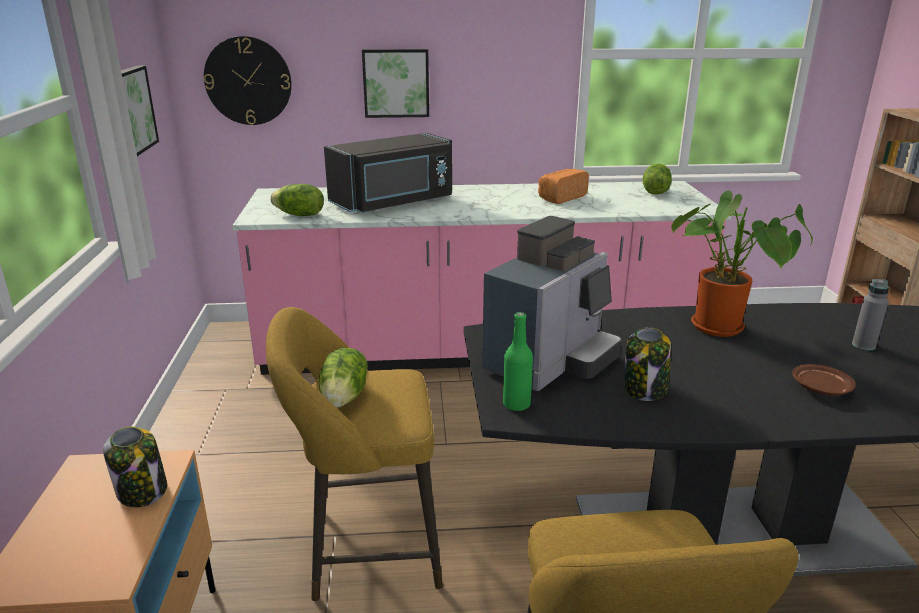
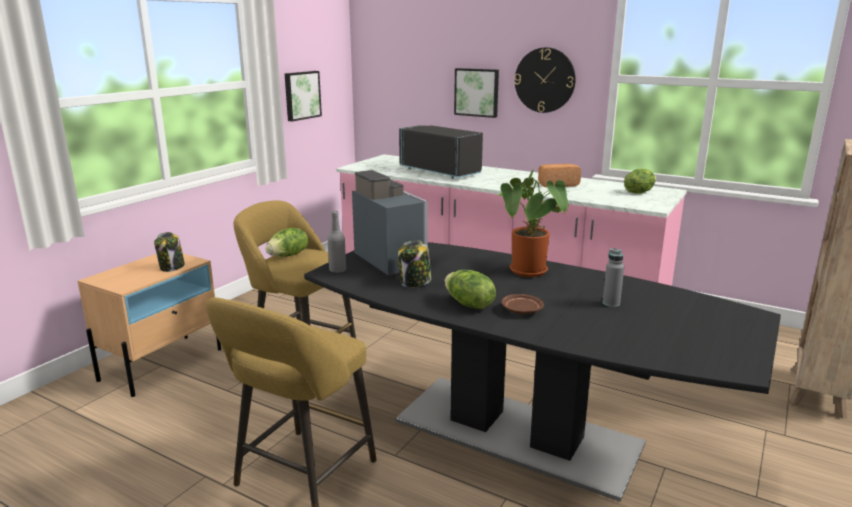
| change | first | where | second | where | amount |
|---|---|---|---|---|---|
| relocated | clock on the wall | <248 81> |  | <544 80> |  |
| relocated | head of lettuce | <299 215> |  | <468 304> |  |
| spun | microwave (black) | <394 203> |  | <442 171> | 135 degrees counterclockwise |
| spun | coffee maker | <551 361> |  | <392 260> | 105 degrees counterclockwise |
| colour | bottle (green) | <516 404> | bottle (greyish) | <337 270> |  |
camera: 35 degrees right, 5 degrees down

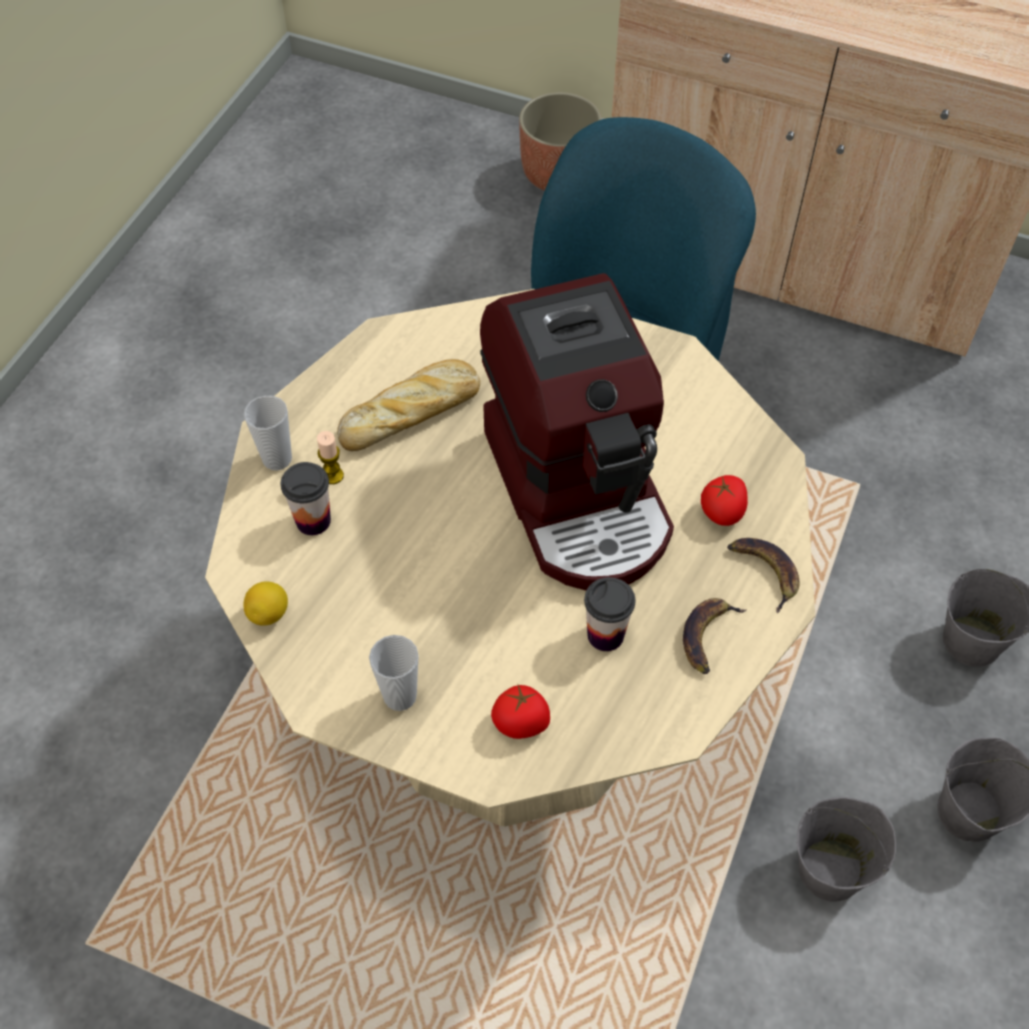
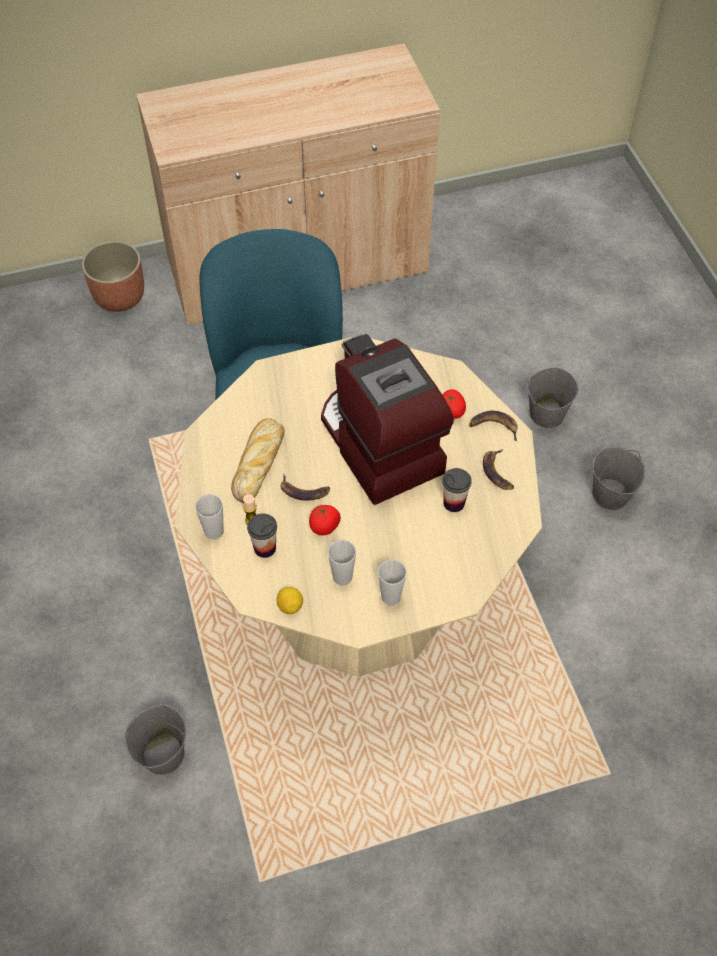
| change | first | where | second | where | amount |
|---|---|---|---|---|---|
| spun | coffee maker | <580 491> |  | <378 445> | 150 degrees counterclockwise |
| relocated | tomato | <521 722> |  | <325 526> |  |
| relocated | water bucket (greyish) | <830 869> |  | <163 754> |  |
| appeared |  |  | banana fruit | <304 491> |  |
| appeared |  |  | small cup | <342 577> |  |
camera: 40 degrees left, 0 degrees up

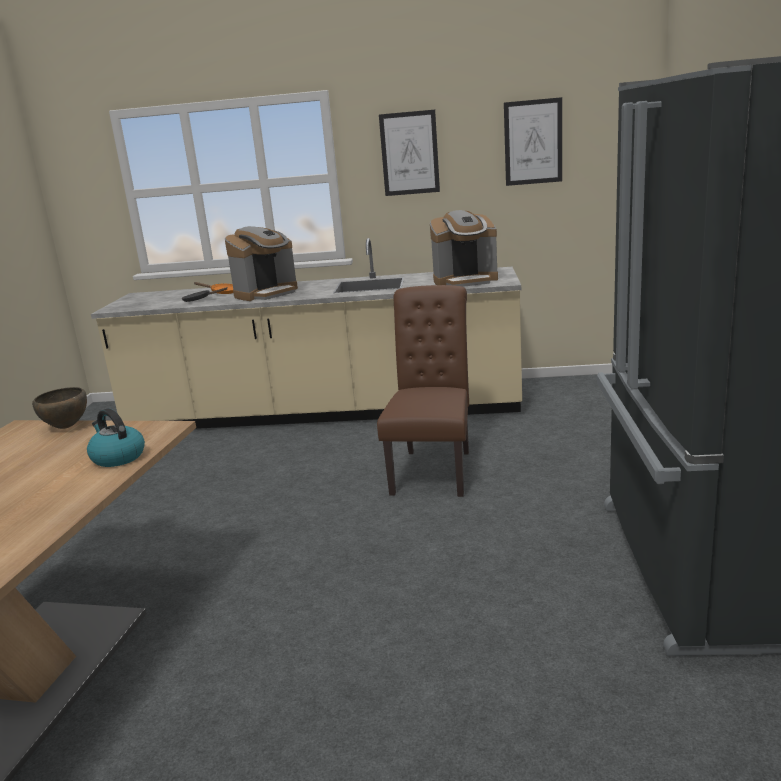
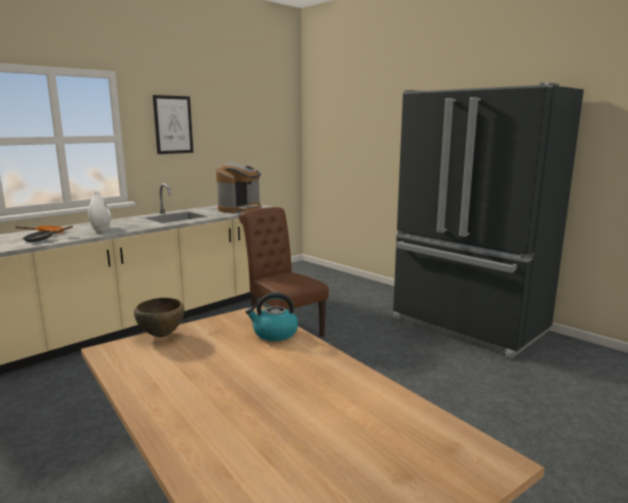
| change | first | where | second | where | amount |
|---|---|---|---|---|---|
| exchanged | coffee maker | <266 293> | flower vase (white-coloured) | <101 229> |  |
| missing | wall picture | <533 142> |  |  |  |
camera: 50 degrees left, 5 degrees down

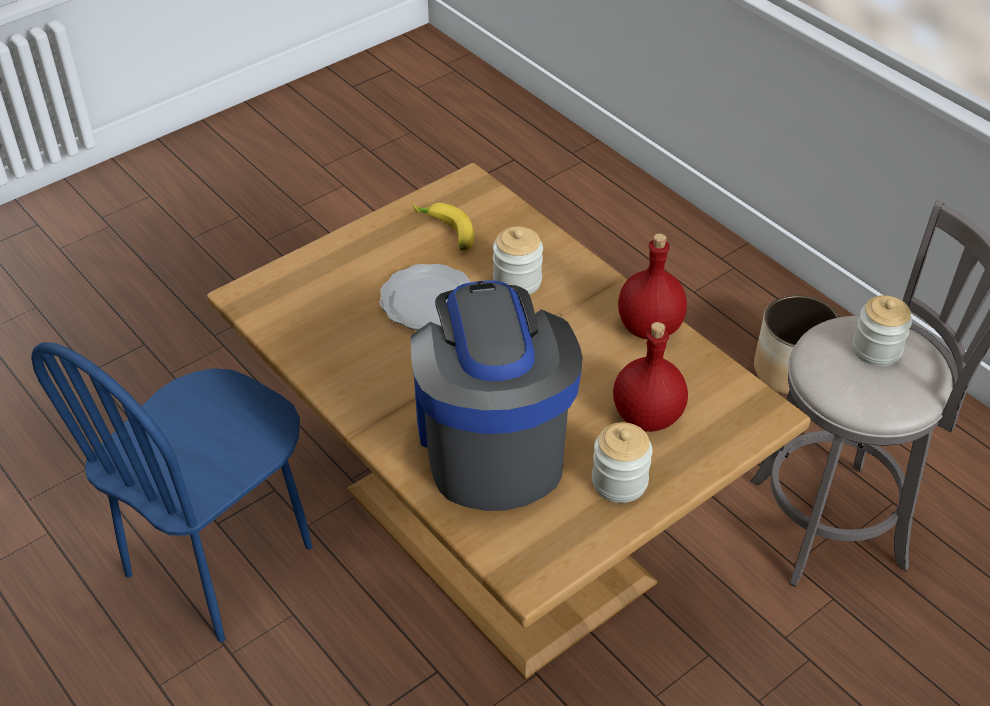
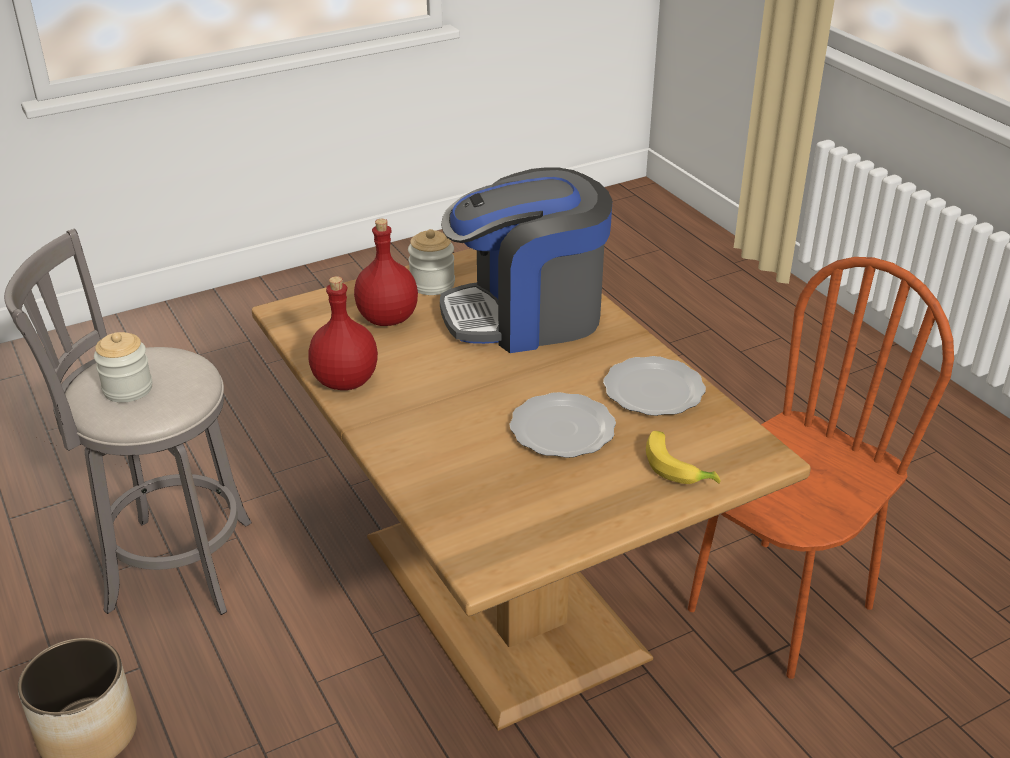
| change | first | where | second | where | amount |
|---|---|---|---|---|---|
| colour | plain chair (blue-coloured) | <220 561> | plain chair (brown) | <778 607> |  |
| spun | coffee maker | <491 442> |  | <526 316> | 75 degrees clockwise |
| relocated | banana fruit | <445 233> |  | <679 467> |  |
| missing | preserve jar | <517 281> |  |  |  |
| appeared |  |  | plate | <652 391> |  |
camera: 170 degrees left, 10 degrees down

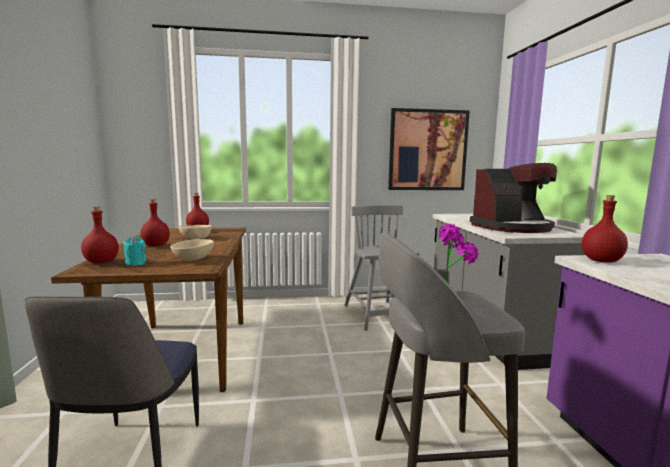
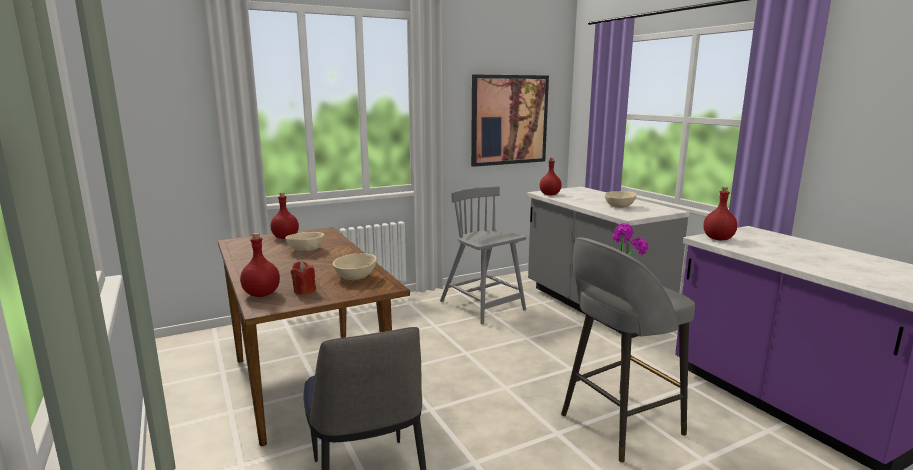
| change | first | where | second | where | amount |
|---|---|---|---|---|---|
| colour | candle (turquoise-coloured) | <135 263> | candle (reddish) | <304 291> |  |
| relocated | bottle (reddish) | <156 245> |  | <549 194> |  |
| exchanged | coffee maker | <512 228> | deep dish (sand-coloured) | <619 206> |  |
camera: 20 degrees left, 5 degrees up

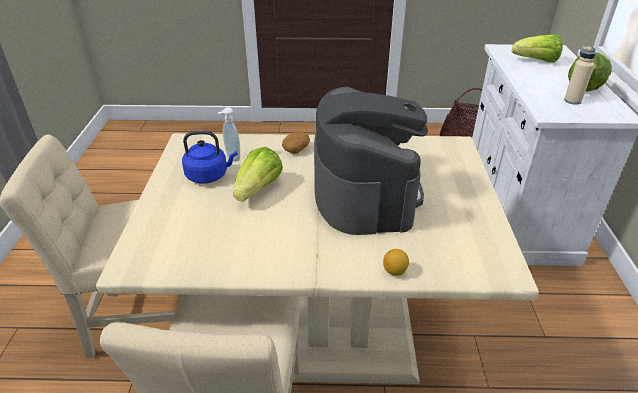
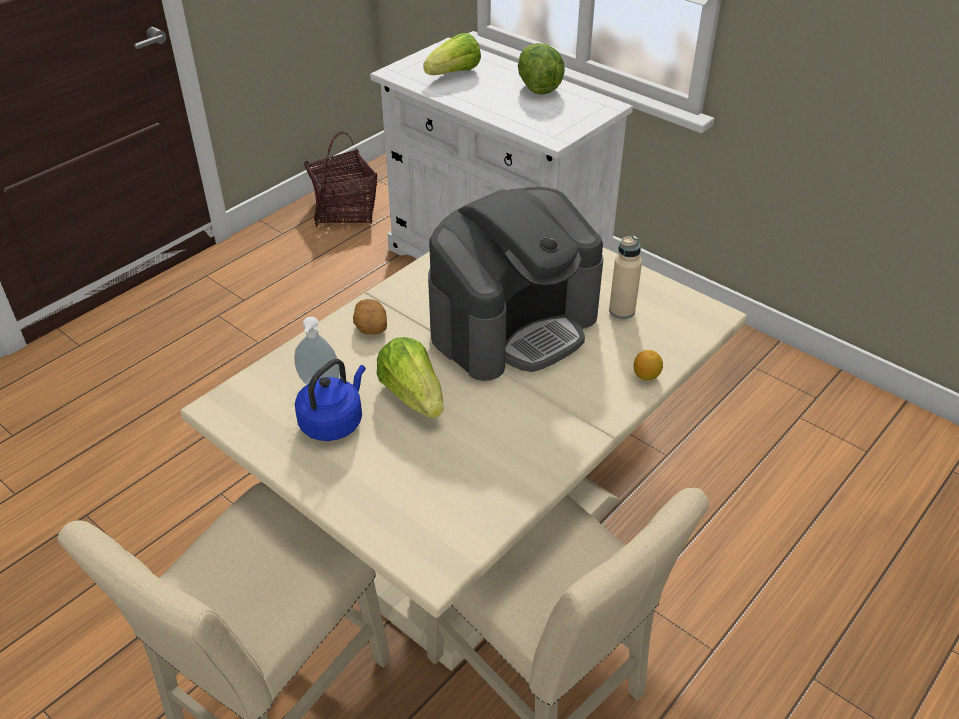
| change | first | where | second | where | amount |
|---|---|---|---|---|---|
| spun | coffee maker | <365 193> |  | <513 325> | 105 degrees clockwise |
| relocated | bottle (sand-coloured) | <572 101> |  | <622 311> |  |
camera: 50 degrees left, 5 degrees up

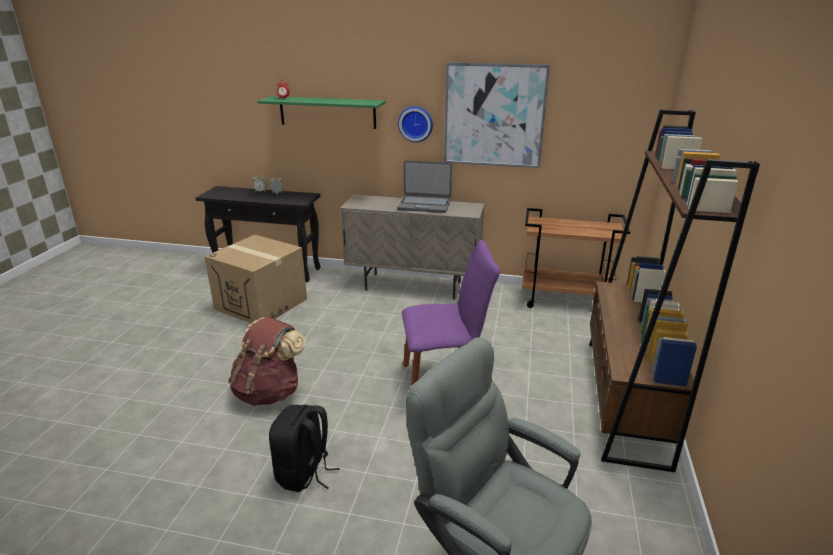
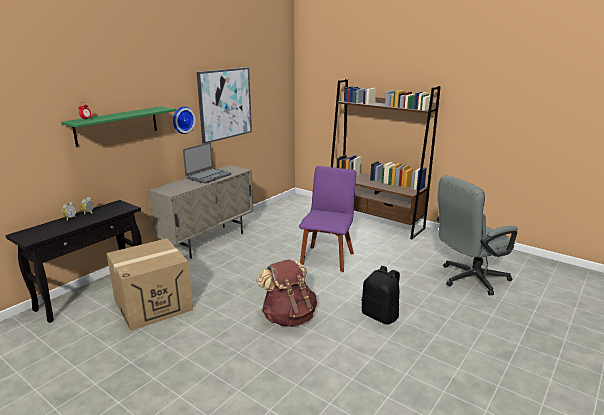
| change | first | where | second | where | amount |
|---|---|---|---|---|---|
| missing | trolley (brown) | <565 300> |  |  |  |
camera: 65 degrees left, 5 degrees down

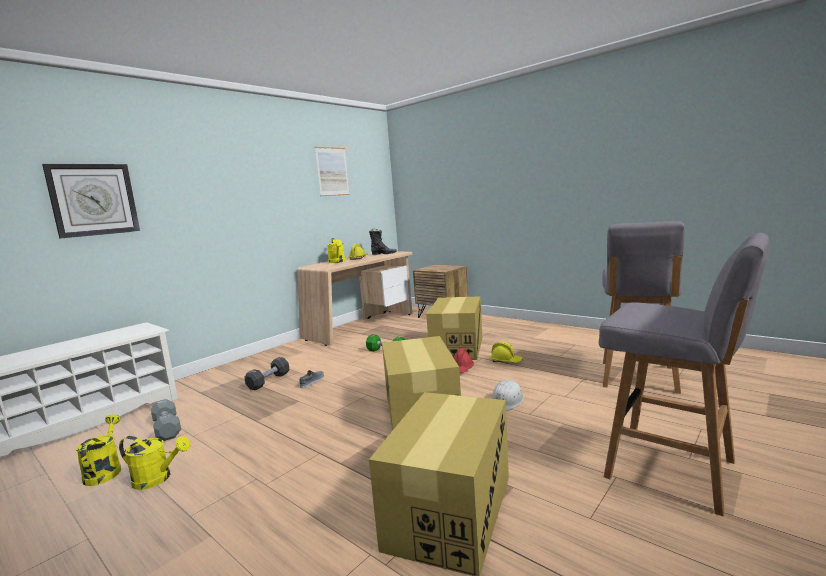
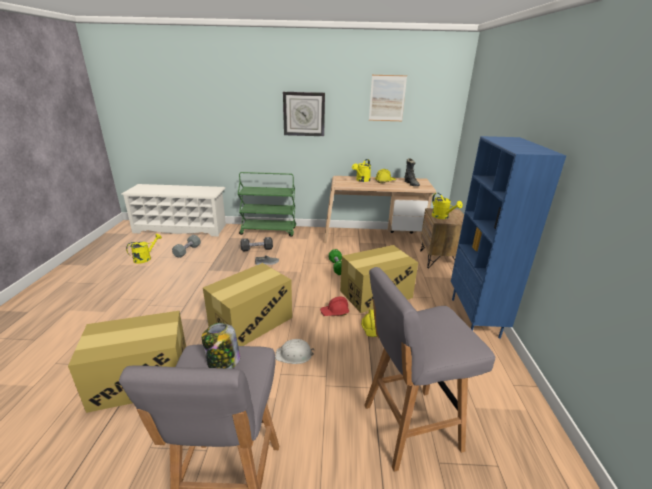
| change | first | where | second | where | amount |
|---|---|---|---|---|---|
| relocated | clock on the wall | <93 200> |  | <304 114> |  |
| relocated | watering pot (yellow-coloured) | <158 479> |  | <442 217> |  |
| appeared |  |  | preserve jar | <223 362> |  |
| appeared |  |  | trolley (green) | <269 231> |  |
| appeared |  |  | bookshelf (blue-coloured) | <475 318> |  |
camera: 50 degrees right, 15 degrees up

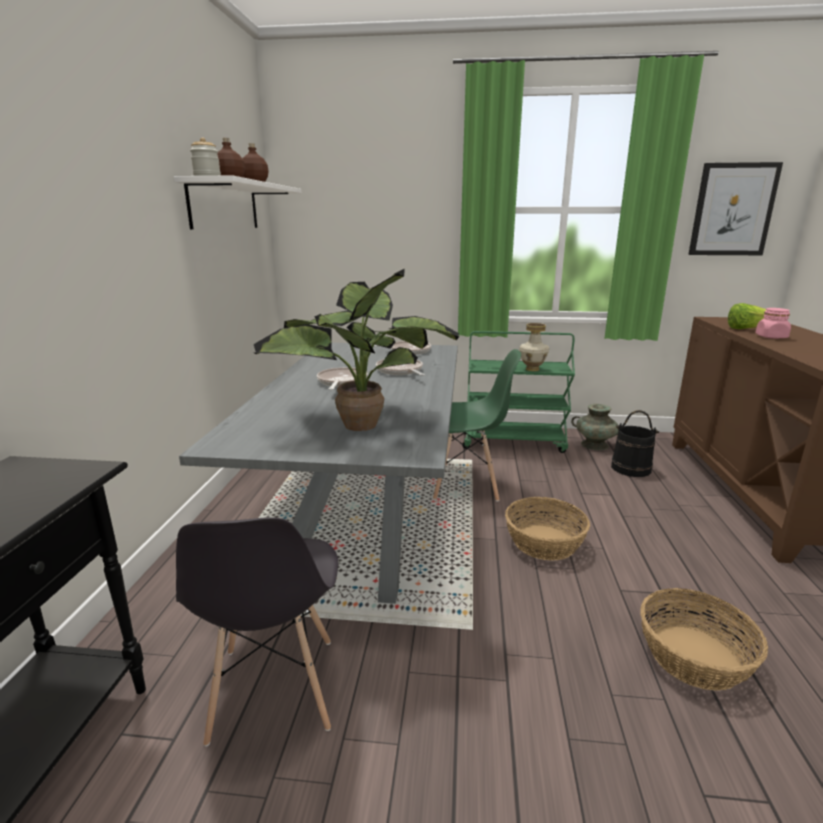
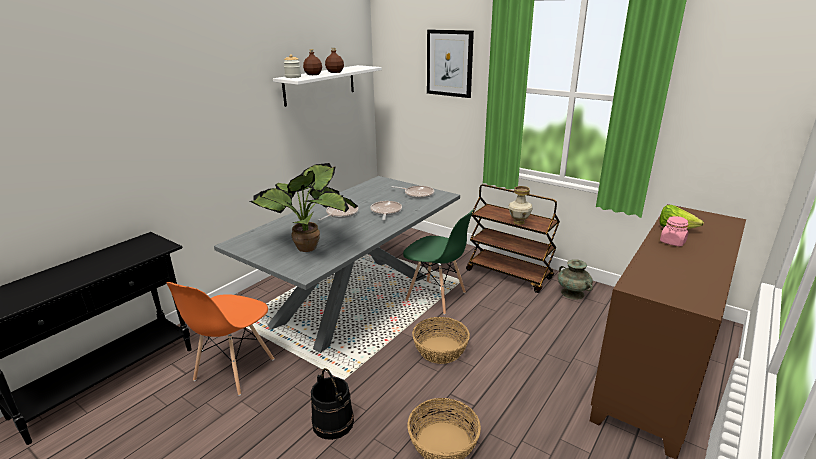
| change | first | where | second | where | amount |
|---|---|---|---|---|---|
| colour | plain chair (greyish) | <274 690> | plain chair (orange-coloured) | <234 370> |  |
| colour | trolley (green) | <513 442> | trolley (brown) | <509 274> |  |
| relocated | water bucket (black) | <631 468> |  | <333 422> |  |
| relocated | wall picture | <732 210> |  | <449 63> |  |
camera: 30 degrees right, 5 degrees up

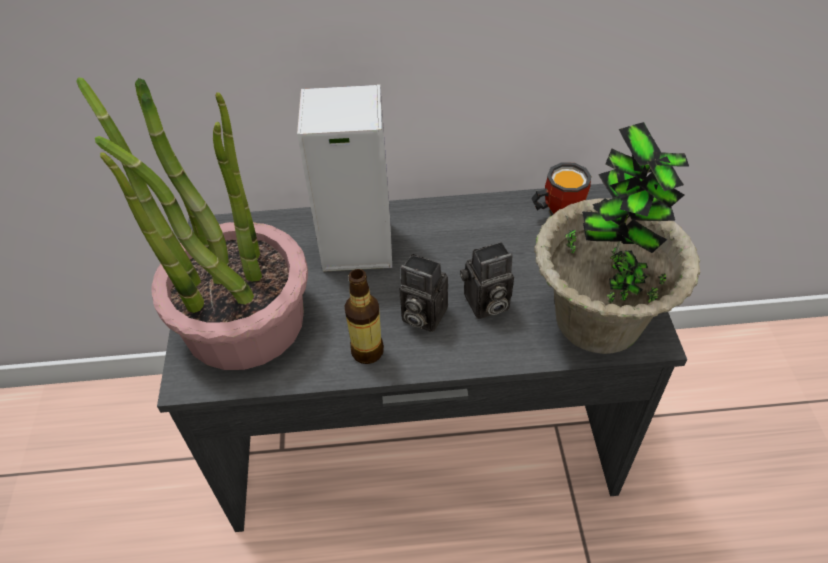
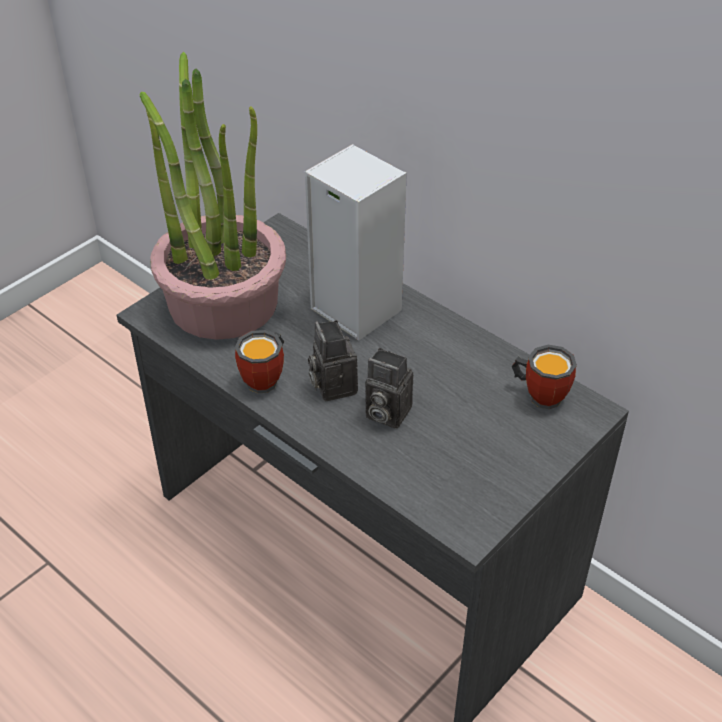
| change | first | where | second | where | amount |
|---|---|---|---|---|---|
| exchanged | bottle | <367 351> | mug | <267 379> |  |
| missing | plant in a pot | <598 319> |  |  |  |
camera: 45 degrees right, 5 degrees down

